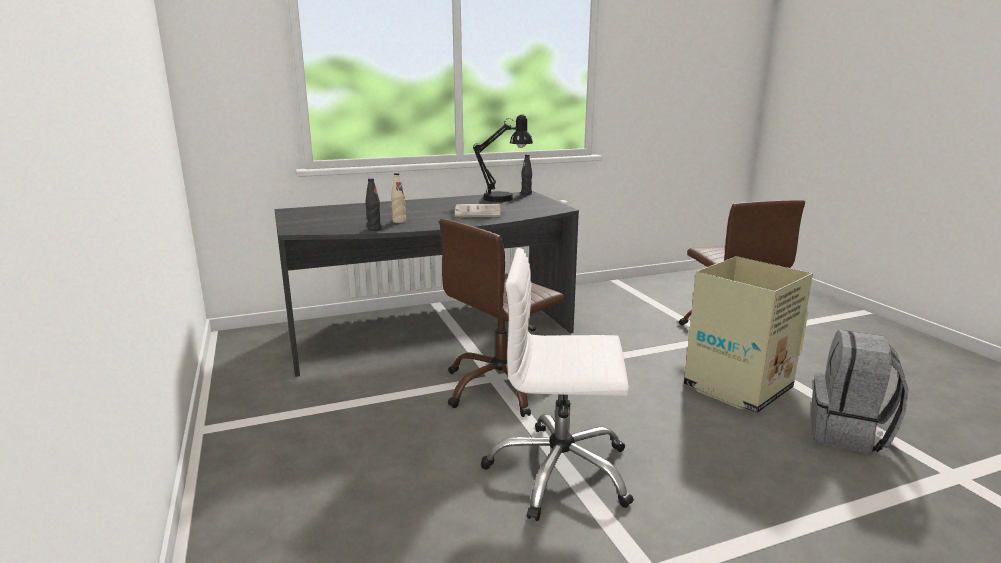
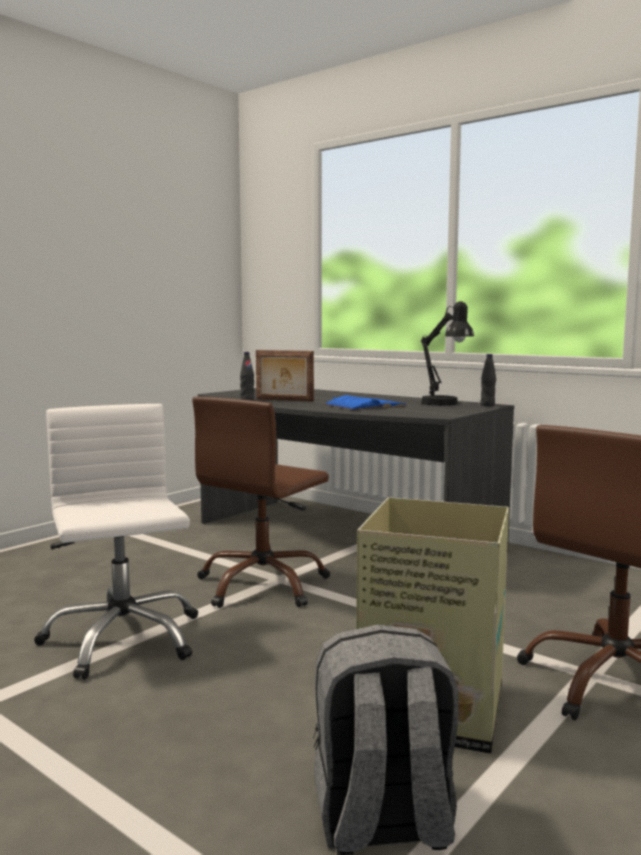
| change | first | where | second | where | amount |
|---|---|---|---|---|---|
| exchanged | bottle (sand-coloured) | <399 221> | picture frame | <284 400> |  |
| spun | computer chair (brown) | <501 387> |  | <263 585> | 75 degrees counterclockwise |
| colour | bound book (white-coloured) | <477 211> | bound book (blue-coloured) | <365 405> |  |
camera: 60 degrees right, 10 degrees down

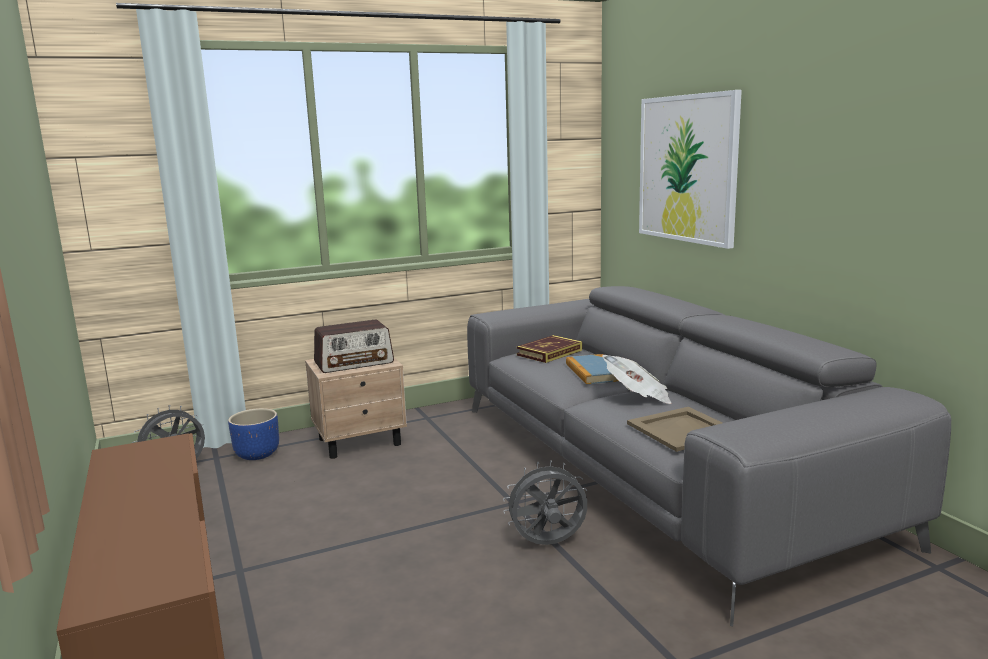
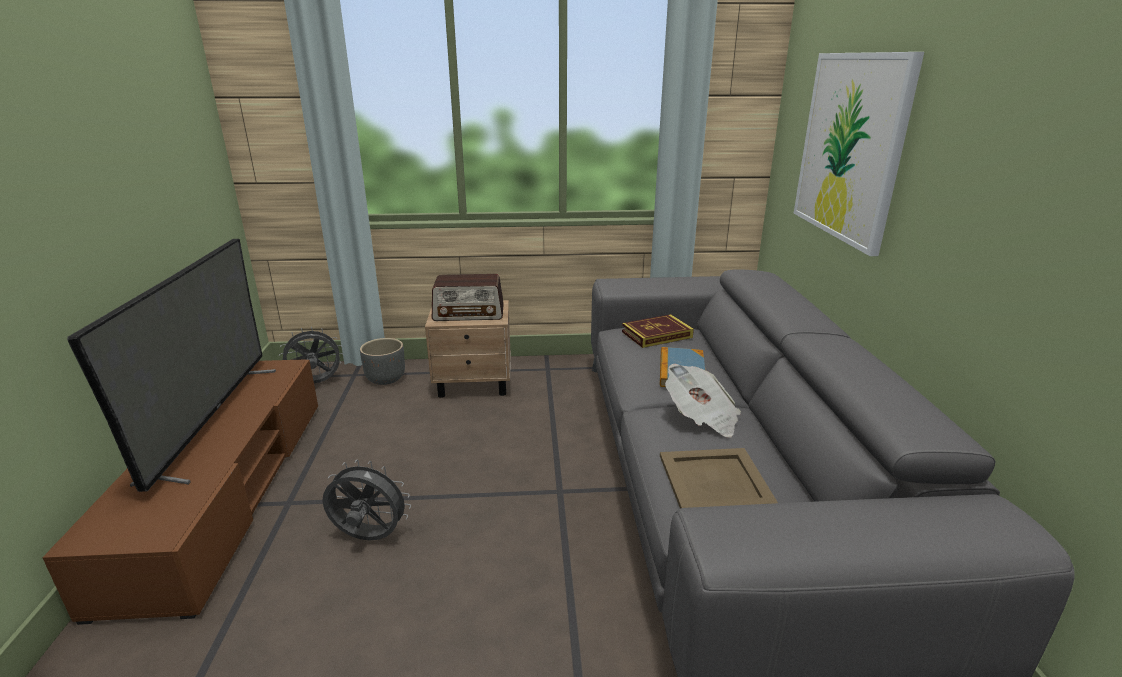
| change | first | where | second | where | amount |
|---|---|---|---|---|---|
| colour | flower pot (blue-coloured) | <257 454> | flower pot (greyish) | <386 378> |  |
| relocated | fan (greyish) | <548 544> |  | <369 538> |  |
| appeared |  |  | TV | <212 420> |  |
camera: 20 degrees right, 10 degrees up

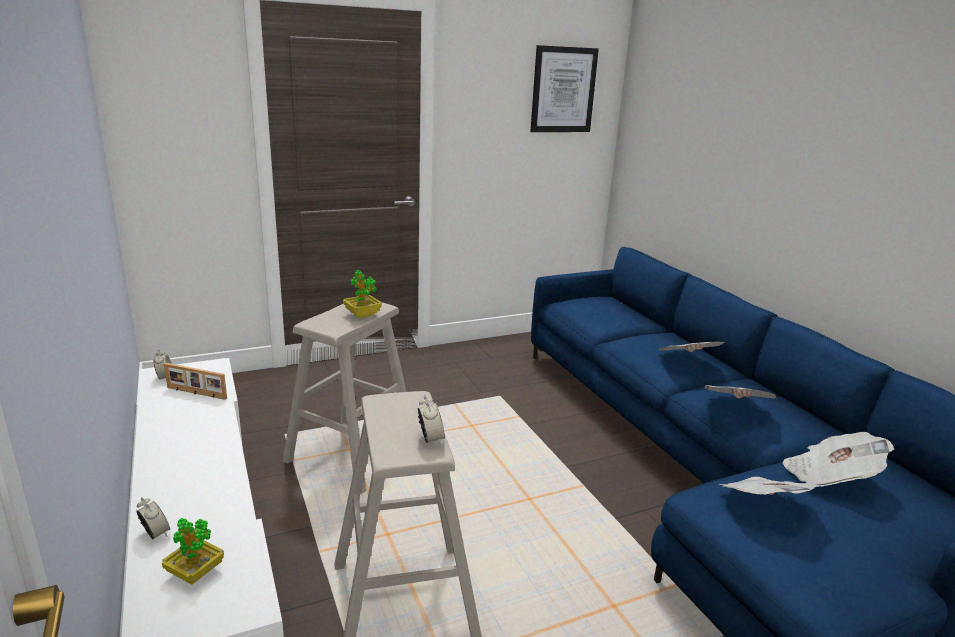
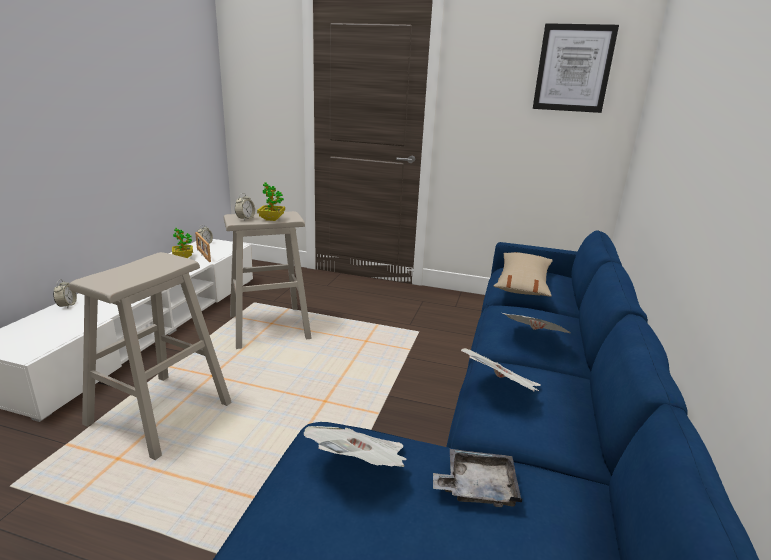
| change | first | where | second | where | amount |
|---|---|---|---|---|---|
| relocated | plant in a pot | <195 573> |  | <183 257> |  |
| relocated | alarm clock | <430 439> |  | <245 218> |  |
| exchanged | daily paper | <829 478> | carrying tray (greyish) | <477 487> |  |
| appeared |  |  | throw pillow (sand-coloured) | <523 283> |  |
camera: 40 degrees right, 0 degrees up

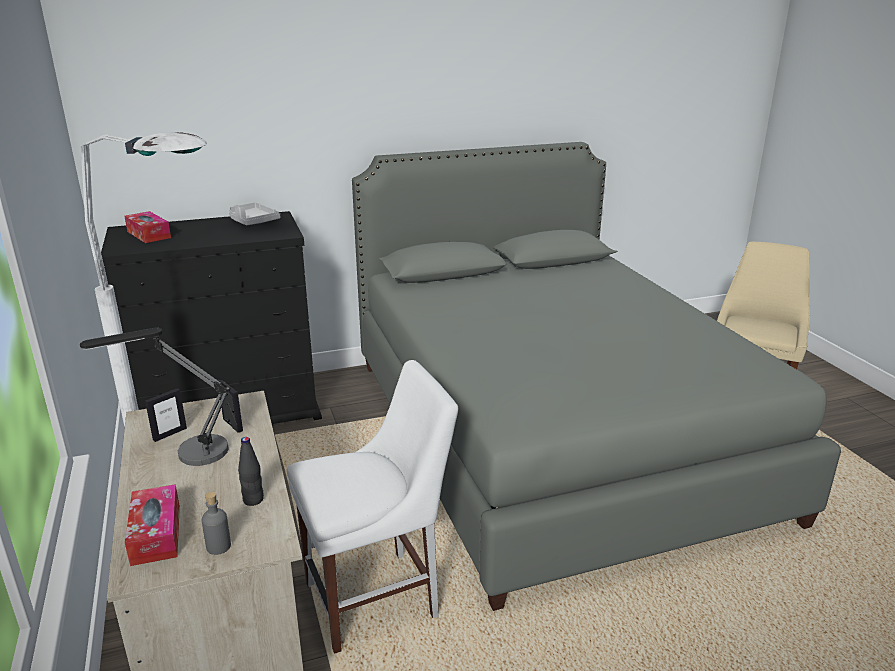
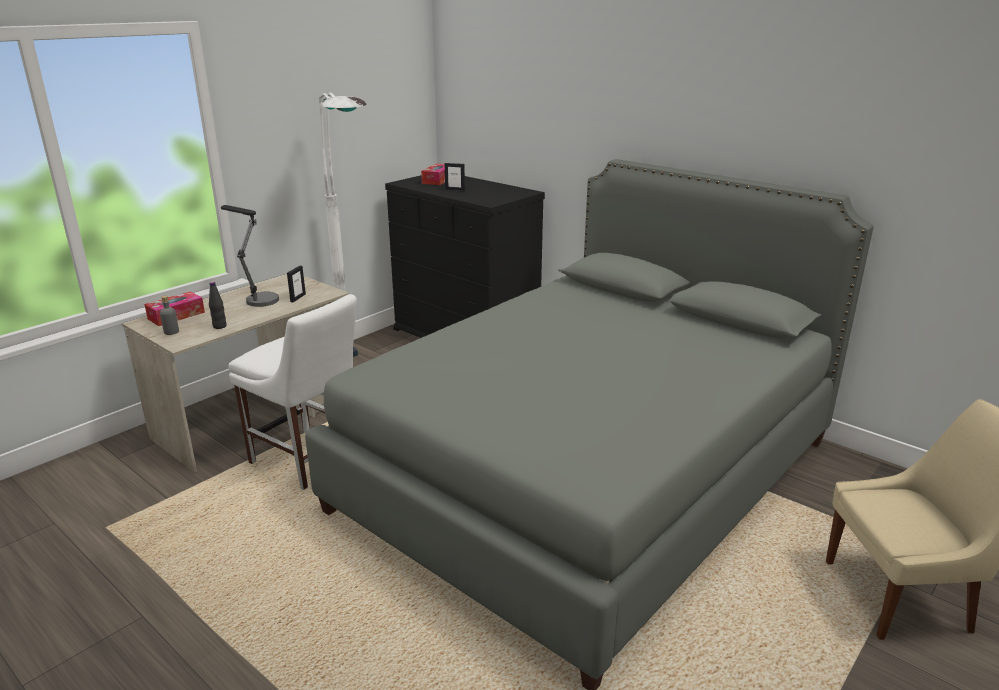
| change | first | where | second | where | amount |
|---|---|---|---|---|---|
| relocated | picture frame | <169 434> |  | <455 190> |  |
| missing | carrying tray (greyish) | <252 221> |  |  |  |
camera: 60 degrees right, 0 degrees up

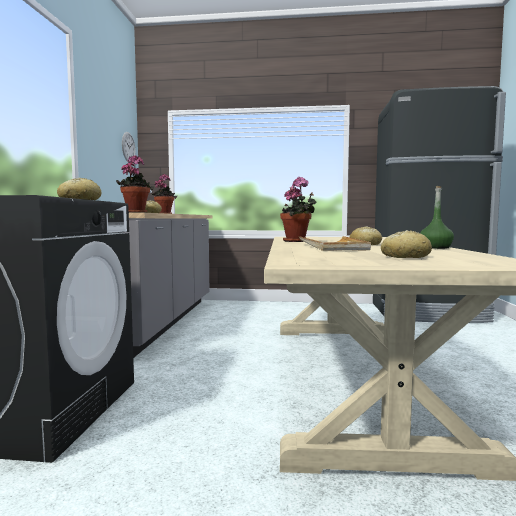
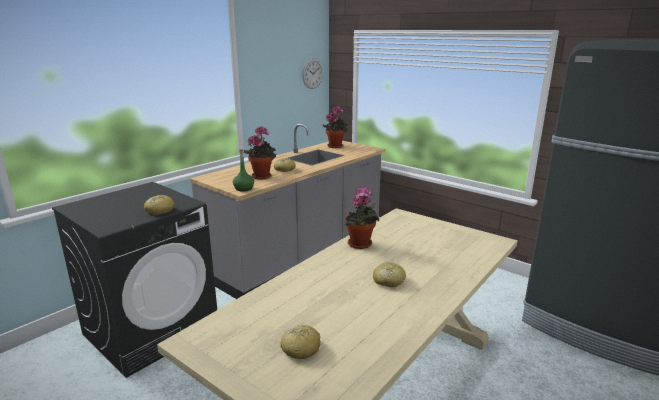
| change | first | where | second | where | amount |
|---|---|---|---|---|---|
| missing | carrying tray (sand-coloured) | <332 247> |  |  |  |
| relocated | bottle (green) | <435 247> |  | <244 189> |  |
camera: 35 degrees right, 15 degrees up

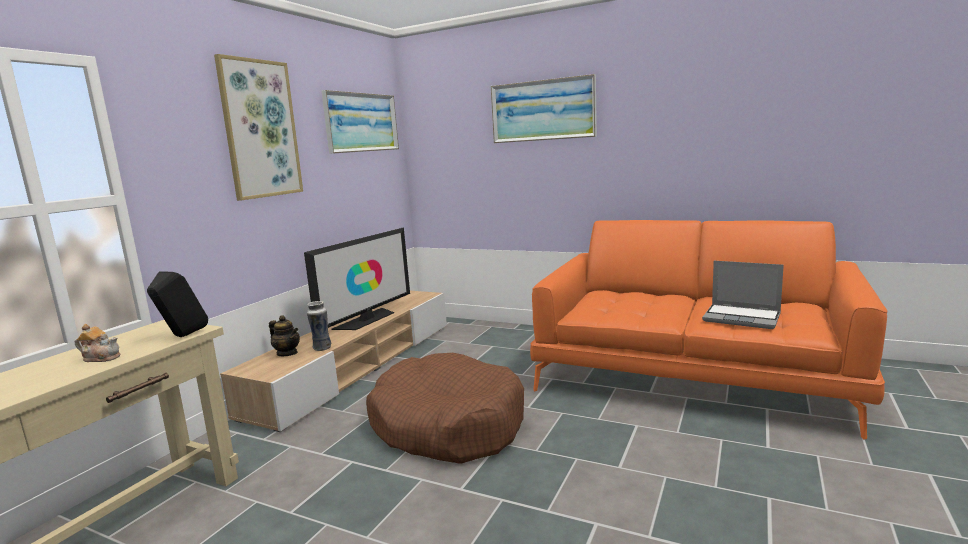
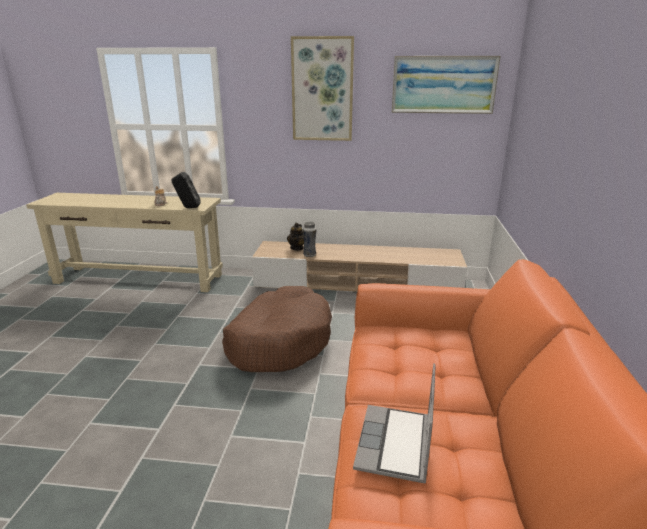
| change | first | where | second | where | amount |
|---|---|---|---|---|---|
| missing | TV | <366 319> |  |  |  |
| missing | wall picture | <543 110> |  |  |  |
camera: 70 degrees right, 10 degrees up

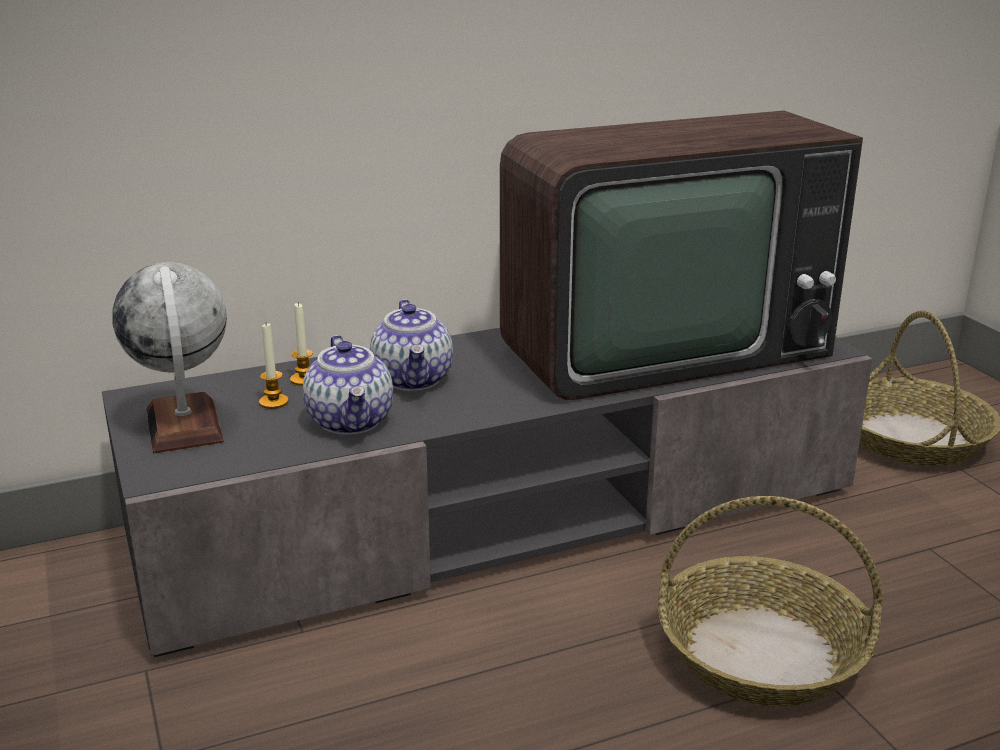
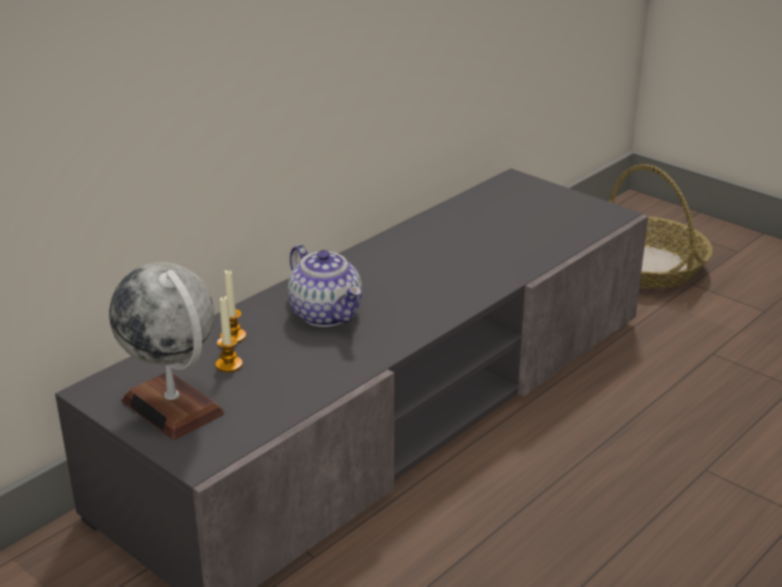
| change | first | where | second | where | amount |
|---|---|---|---|---|---|
| missing | tea pot | <351 421> |  |  |  |
| missing | TV | <653 346> |  |  |  |
| missing | household basket | <762 652> |  |  |  |
camera: 25 degrees left, 5 degrees up

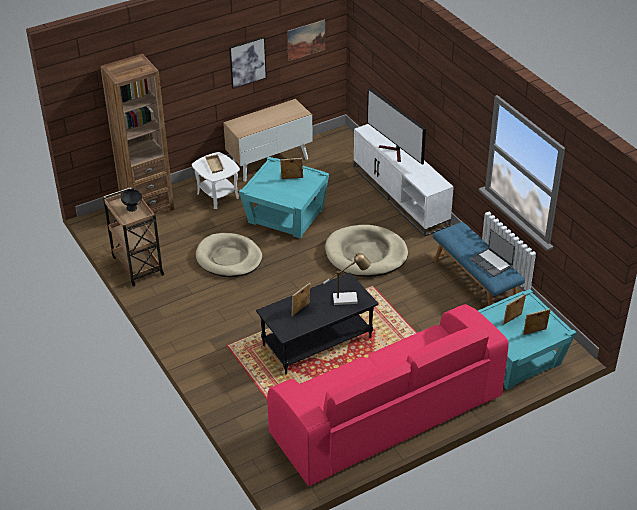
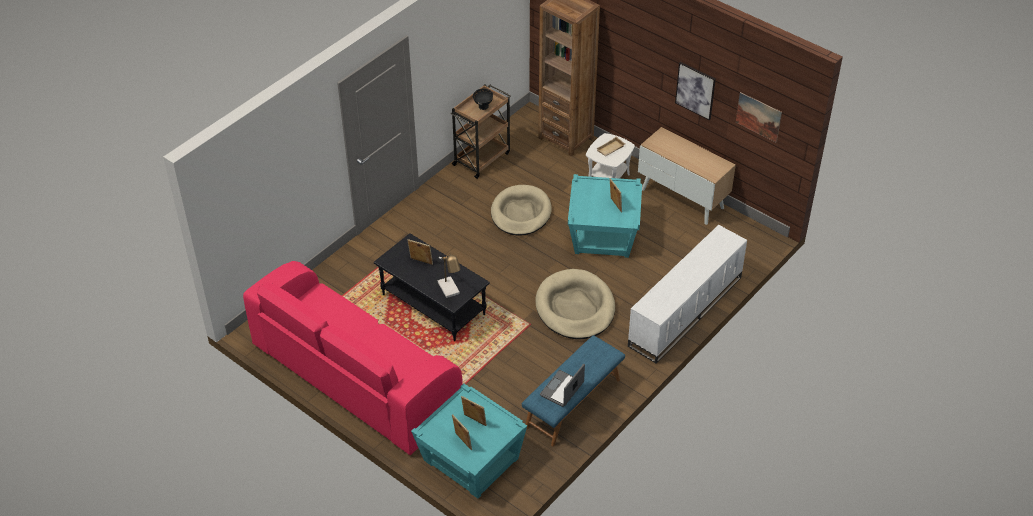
| change | first | where | second | where | amount |
|---|---|---|---|---|---|
| missing | TV | <394 152> |  |  |  |
camera: 70 degrees right, 5 degrees up

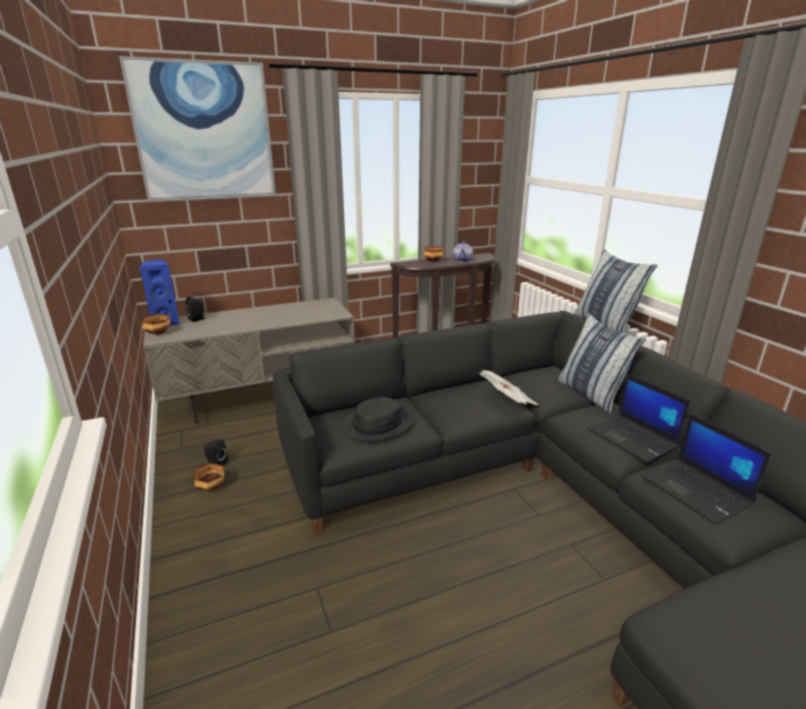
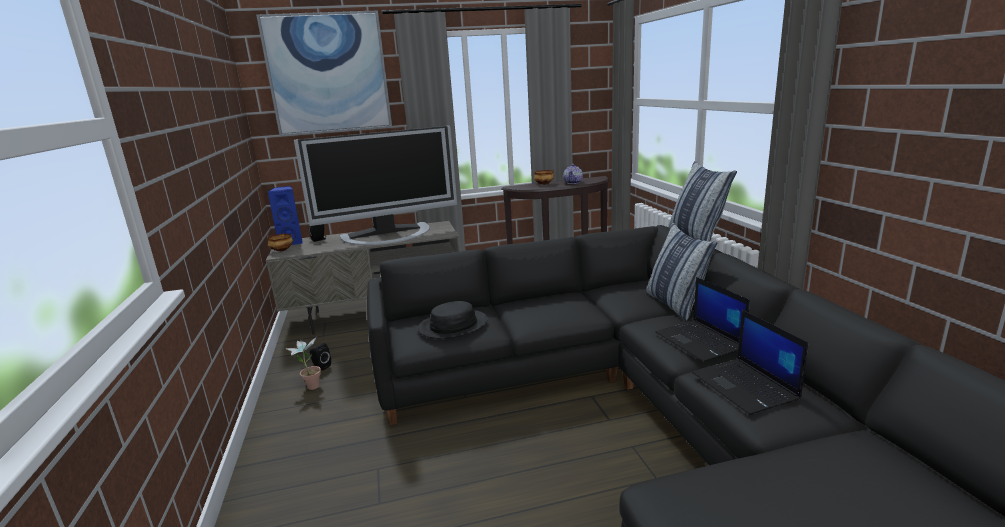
| change | first | where | second | where | amount |
|---|---|---|---|---|---|
| exchanged | deep dish | <210 487> | plant in a pot | <310 385> |  |
| missing | daily paper | <507 402> |  |  |  |
| appeared |  |  | TV | <388 235> |  |
camera: 10 degrees right, 5 degrees down

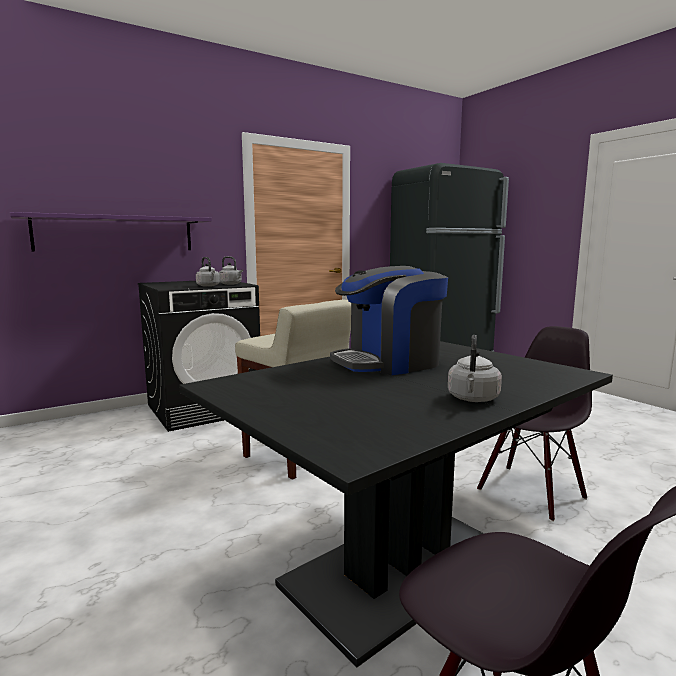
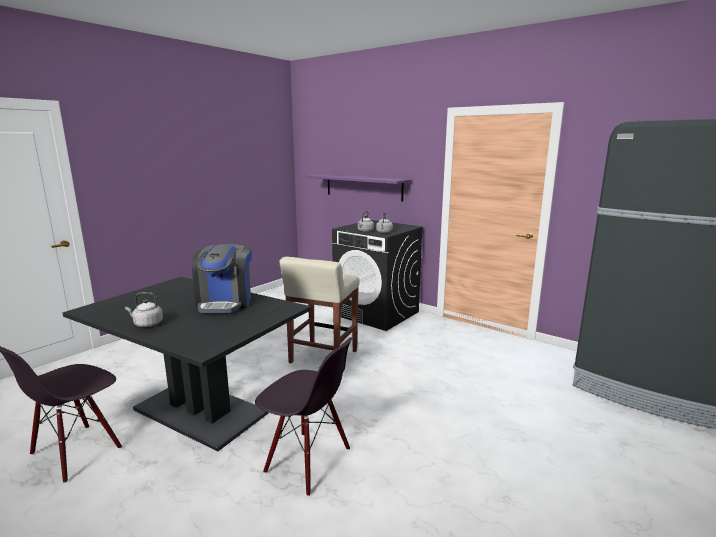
| change | first | where | second | where | amount |
|---|---|---|---|---|---|
| spun | coffee maker | <389 363> |  | <225 303> | 135 degrees counterclockwise |
camera: 70 degrees right, 5 degrees up

